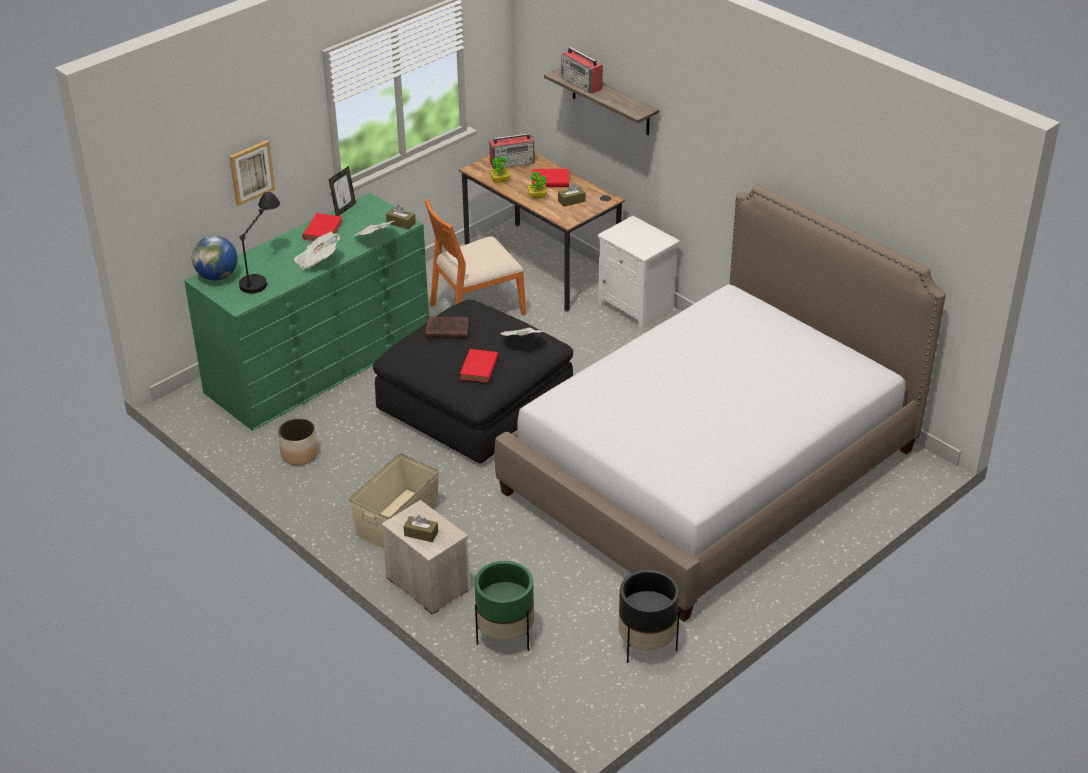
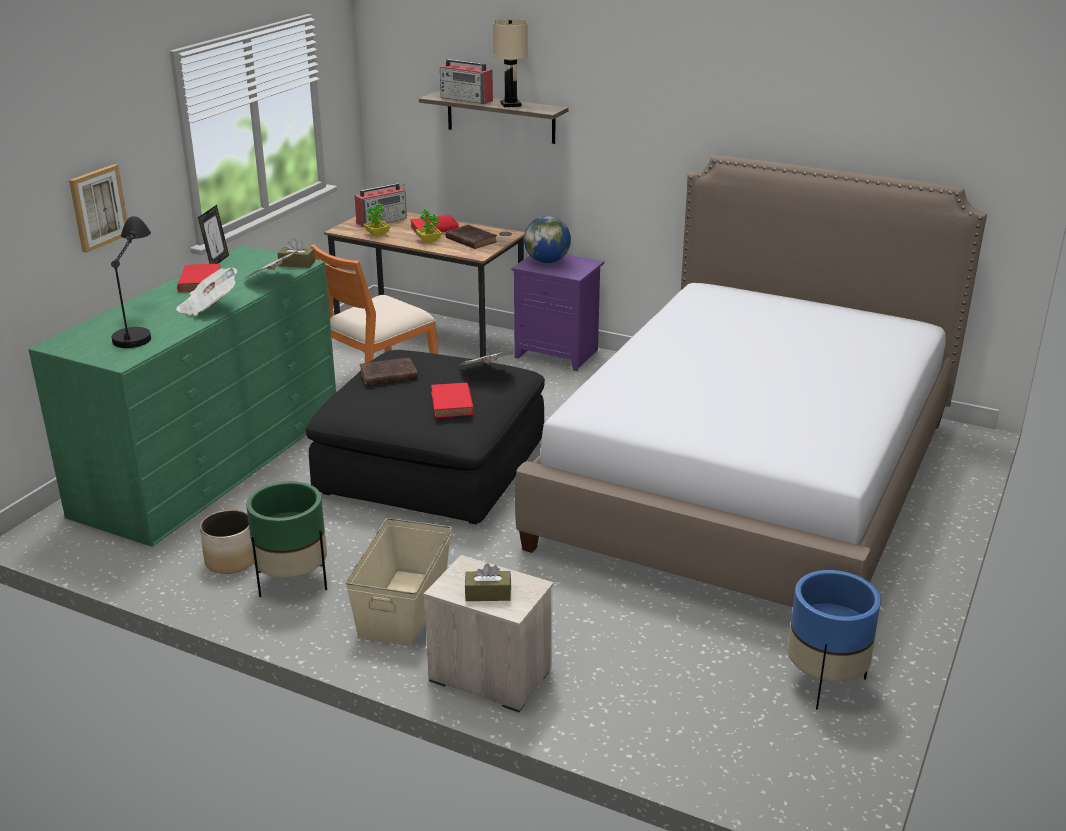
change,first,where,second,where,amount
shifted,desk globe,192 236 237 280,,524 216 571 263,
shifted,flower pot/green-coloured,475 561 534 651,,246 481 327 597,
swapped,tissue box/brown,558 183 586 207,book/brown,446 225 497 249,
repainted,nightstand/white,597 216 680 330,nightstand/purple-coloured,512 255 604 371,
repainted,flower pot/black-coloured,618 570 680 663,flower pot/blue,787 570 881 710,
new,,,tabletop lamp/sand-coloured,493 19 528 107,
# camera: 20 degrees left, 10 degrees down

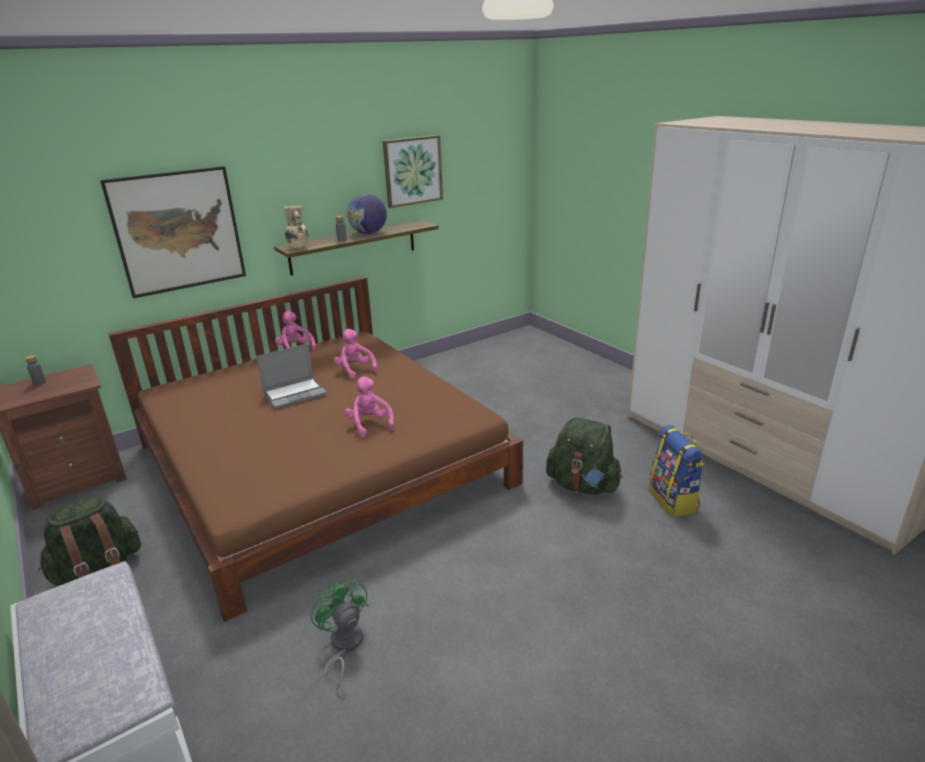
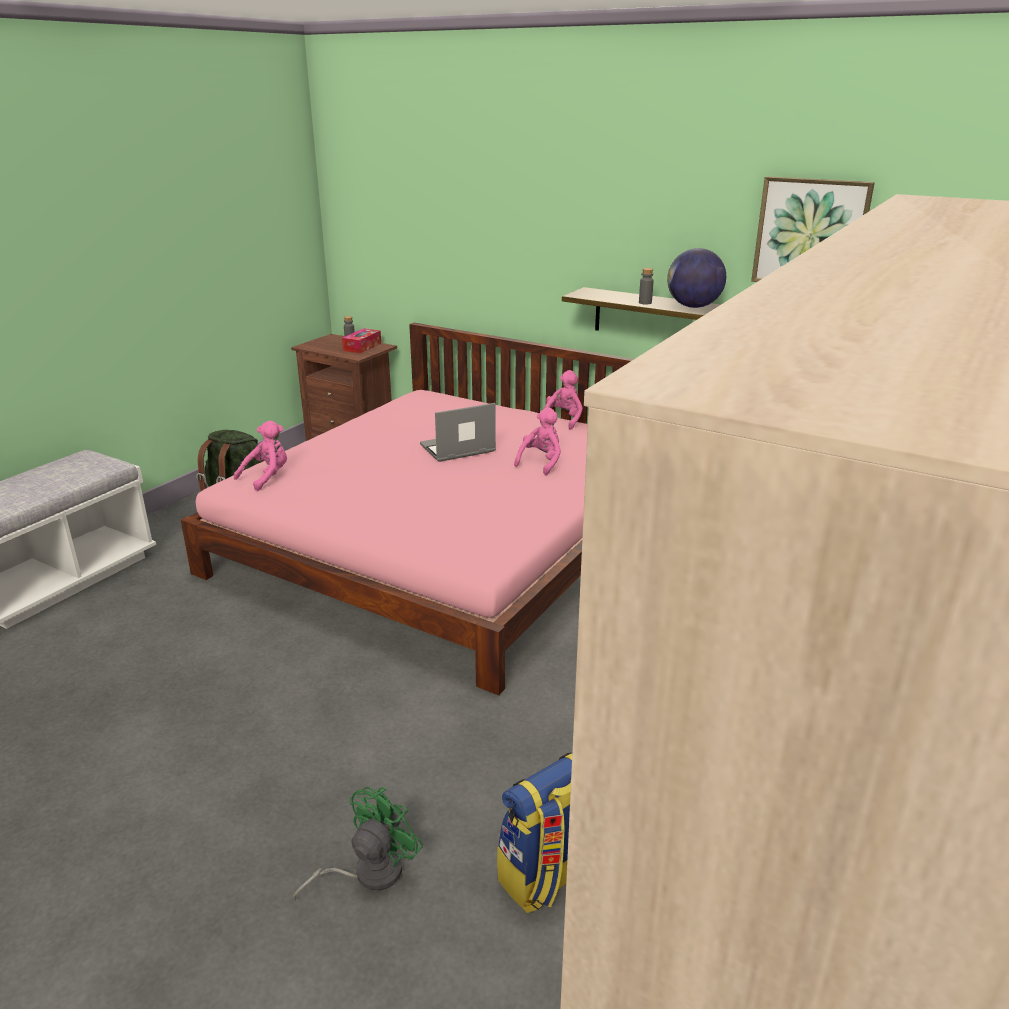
change,first,where,second,where,amount
gone,wall art,100 166 246 298,,,
repainted,sleeping bed/brown,108 277 523 622,sleeping bed/pink-coloured,181 323 634 695,
rotated,notebook computer,256 344 327 409,,420 403 496 462,120 degrees clockwise
gone,flower vase/sand-coloured,284 205 308 249,,,
shifted,electric fan/green-coloured,311 578 369 690,,293 787 423 901,
shifted,plush toy/pink-coloured,345 377 394 437,,234 421 287 491,
gone,backpack/green-coloured,546 418 623 494,,,
new,,,tissue box,342 328 381 353,
# camera: 65 degrees right, 0 degrees up

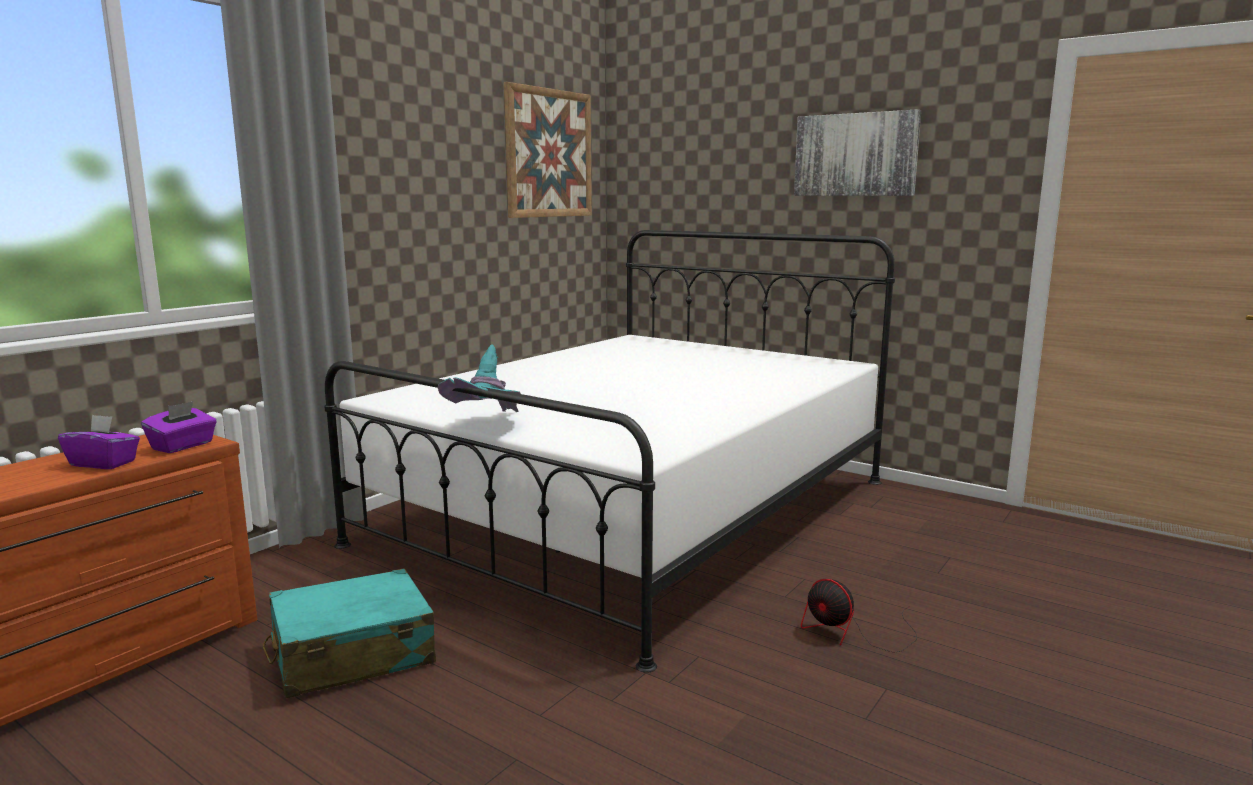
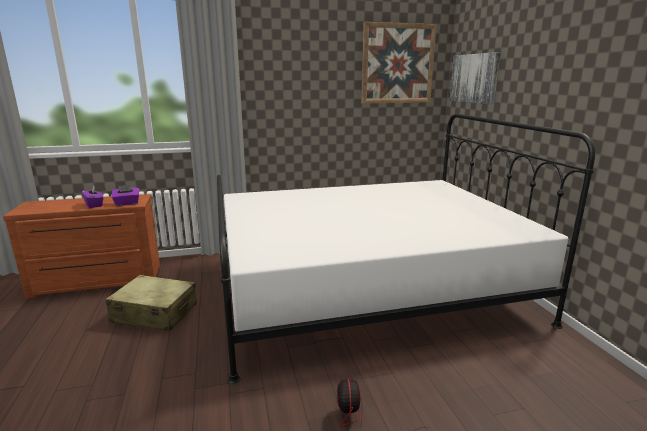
change,first,where,second,where,amount
repainted,travel case/blue-green,263 568 436 698,travel case/sand-coloured,105 275 197 332,
gone,hat/blue-green,438 344 521 412,,,
shifted,wall art,794 109 921 196,,450 52 501 105,
# camera: 40 degrees right, 5 degrees up

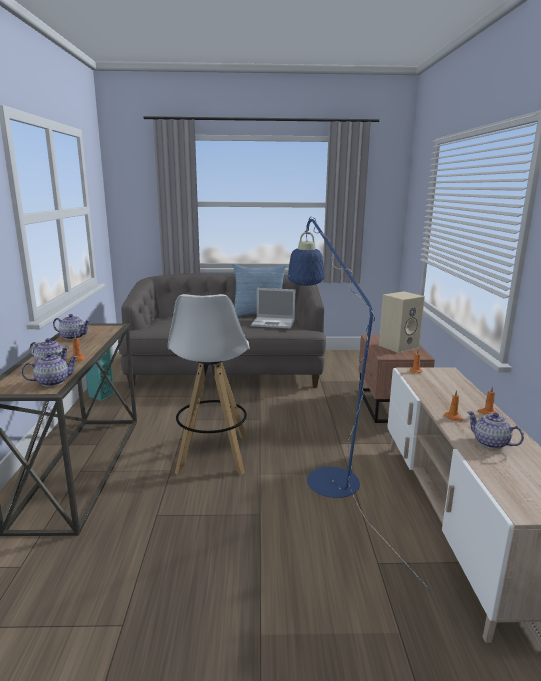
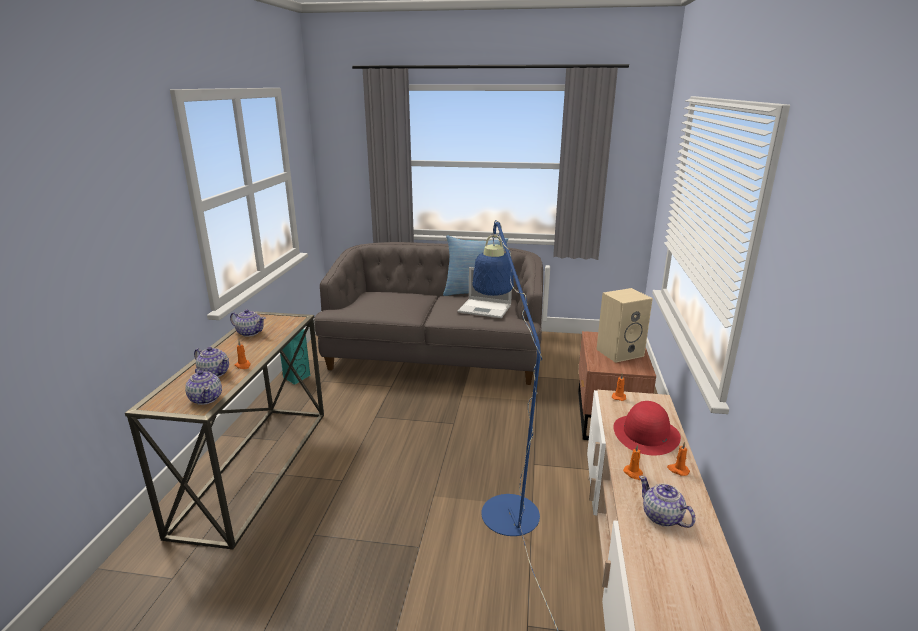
change,first,where,second,where,amount
rotated,pot for tea,21 353 78 387,,185 368 222 405,75 degrees clockwise
gone,sitting stool/white,168 294 250 475,,,
new,,,hat/red,613 401 681 455,
# camera: 10 degrees right, 5 degrees up

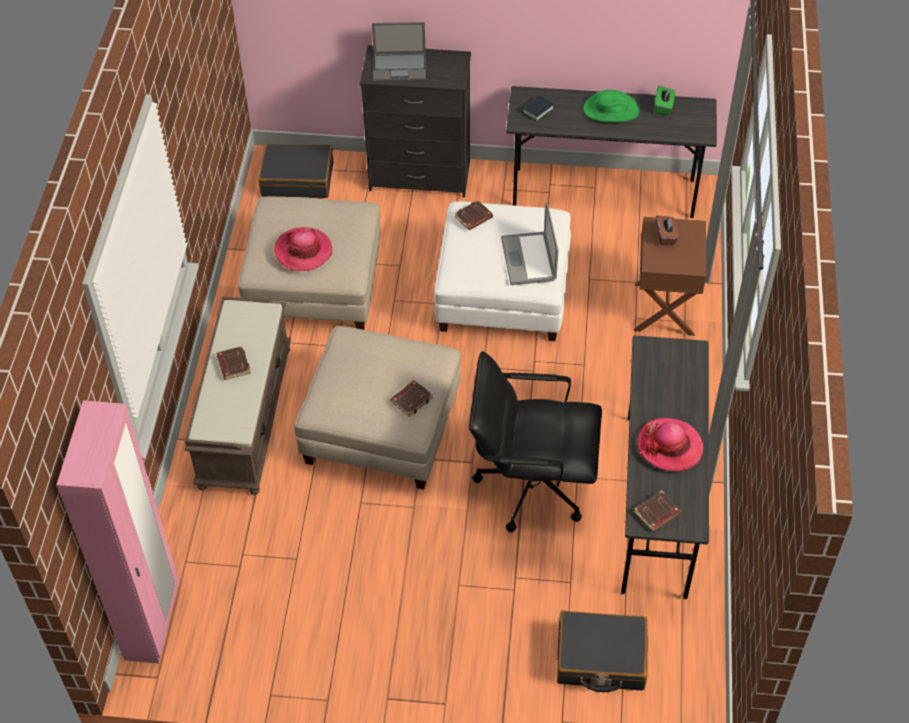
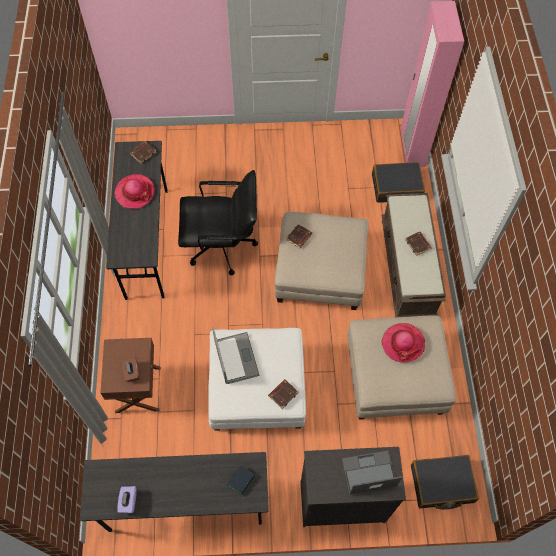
change,first,where,second,where,amount
shifted,travel case/black-coloured,557 610 648 692,,372 162 425 203,
gone,hat/green-coloured,583 90 640 122,,,
repainted,tissue box/green-coloured,655 86 675 115,tissue box/purple-coloured,117 486 137 513,
# camera: 170 degrees right, 10 degrees up

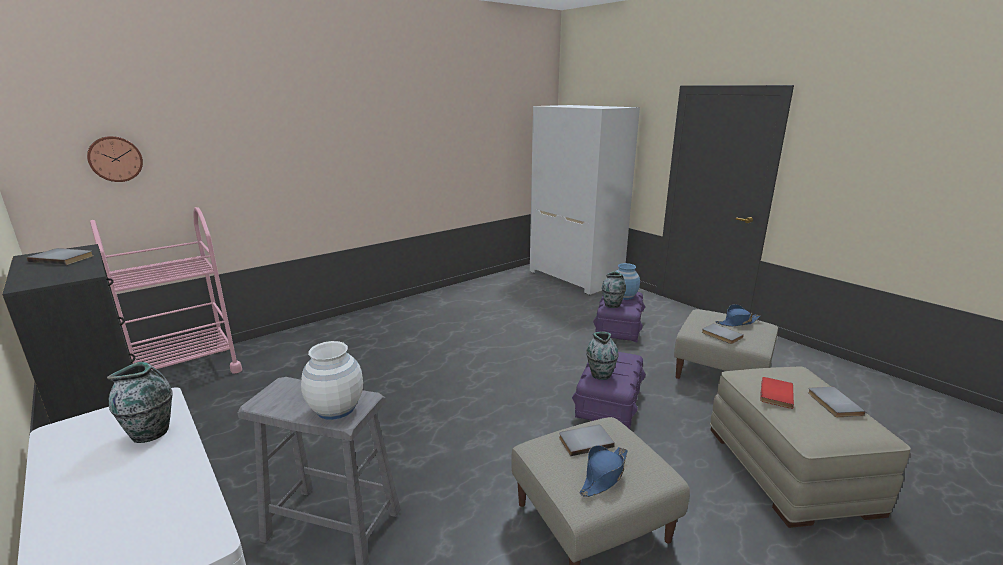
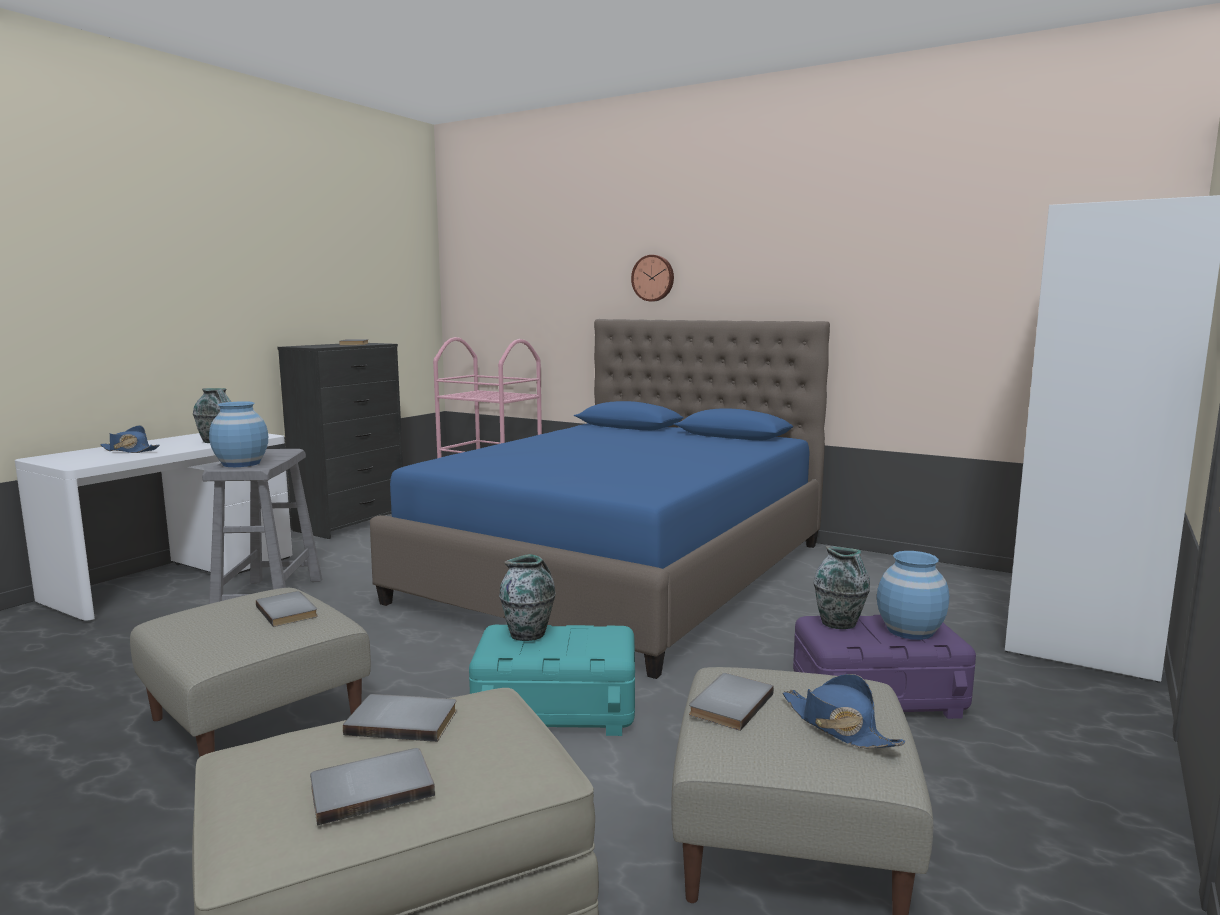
change,first,where,second,where,amount
shifted,wall clock,87 136 143 182,,631 255 674 301,
repainted,flower vase/white,301 341 363 420,flower vase/blue,209 401 268 467,
repainted,storage box/purple-coloured,572 352 646 429,storage box/blue-green,469 625 635 736,
shifted,hat/blue,579 445 628 497,,100 425 160 453,
repainted,book/red,760 377 794 409,book/greyish,343 694 457 742,
new,,,sleeping bed/blue,370 319 830 679,
# camera: 70 degrees right, 10 degrees down

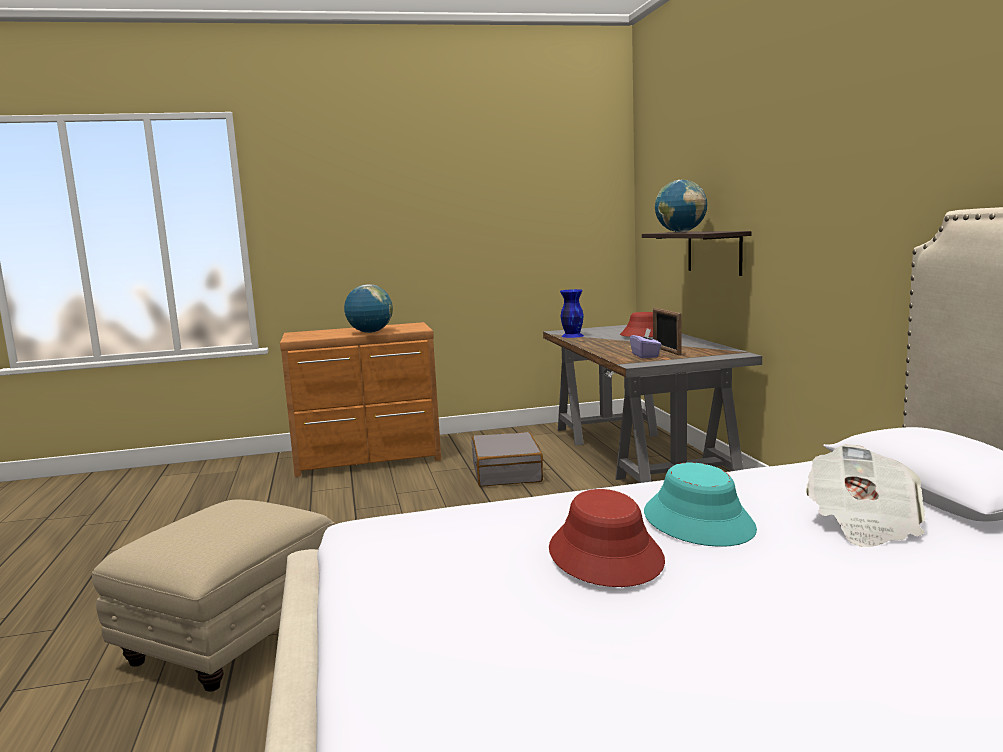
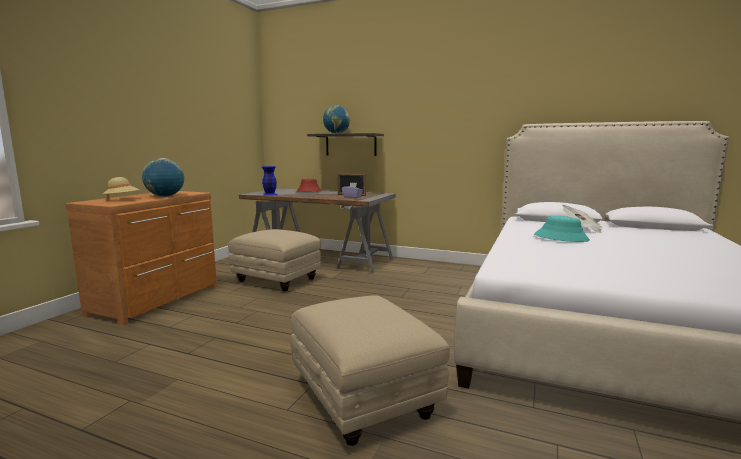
change,first,where,second,where,amount
swapped,travel case/greyish,471 432 543 487,pouffe/sand-coloured,228 229 321 292,
gone,hat/red,549 489 665 587,,,
new,,,hat/sand-coloured,102 177 140 199,
# camera: 55 degrees left, 0 degrees up

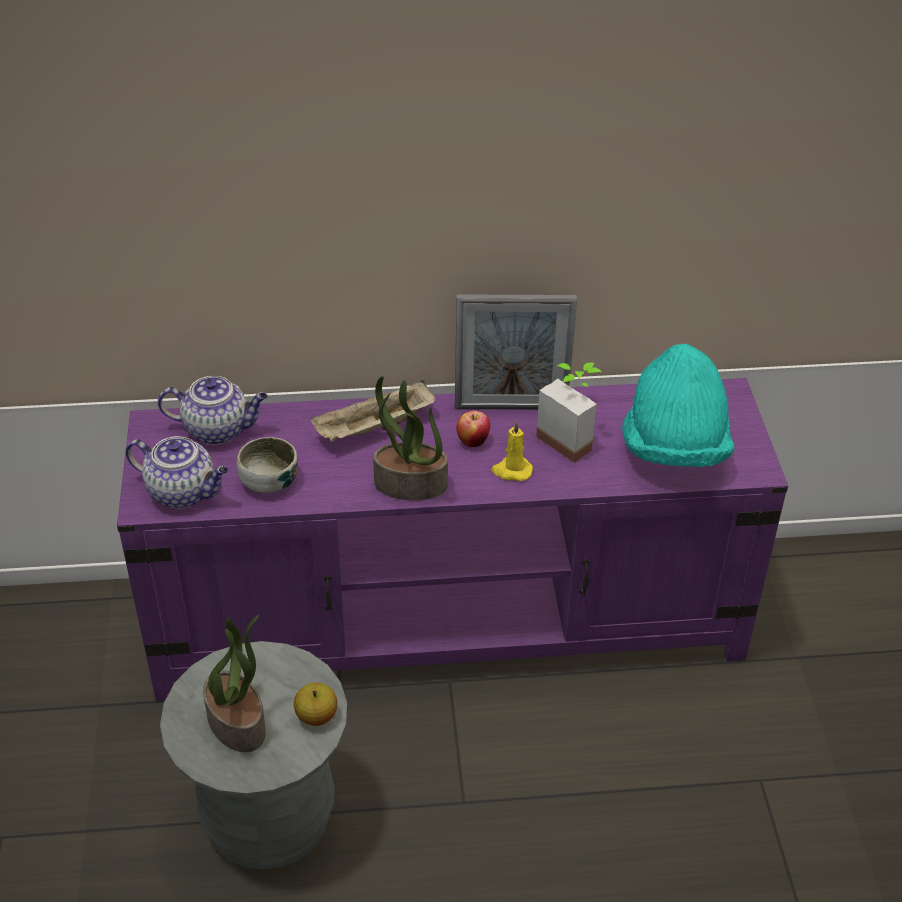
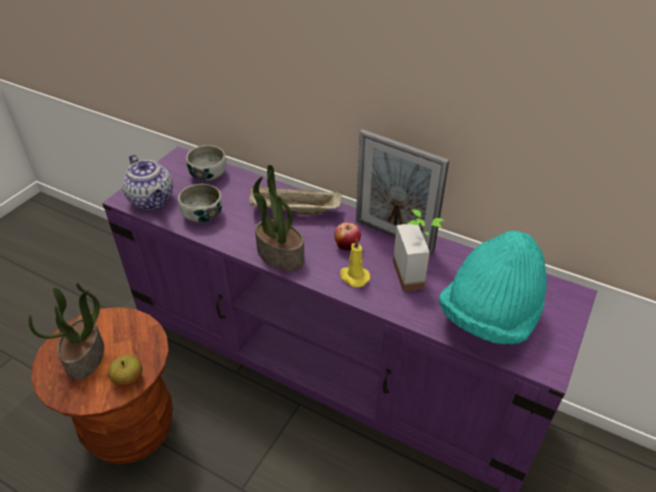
change,first,where,second,where,amount
swapped,pot for tea,158 376 268 445,bowl,186 145 226 181,
repainted,sitting stool/greyish,160 641 347 870,sitting stool/brown,31 307 173 464,
# camera: 35 degrees right, 0 degrees up

